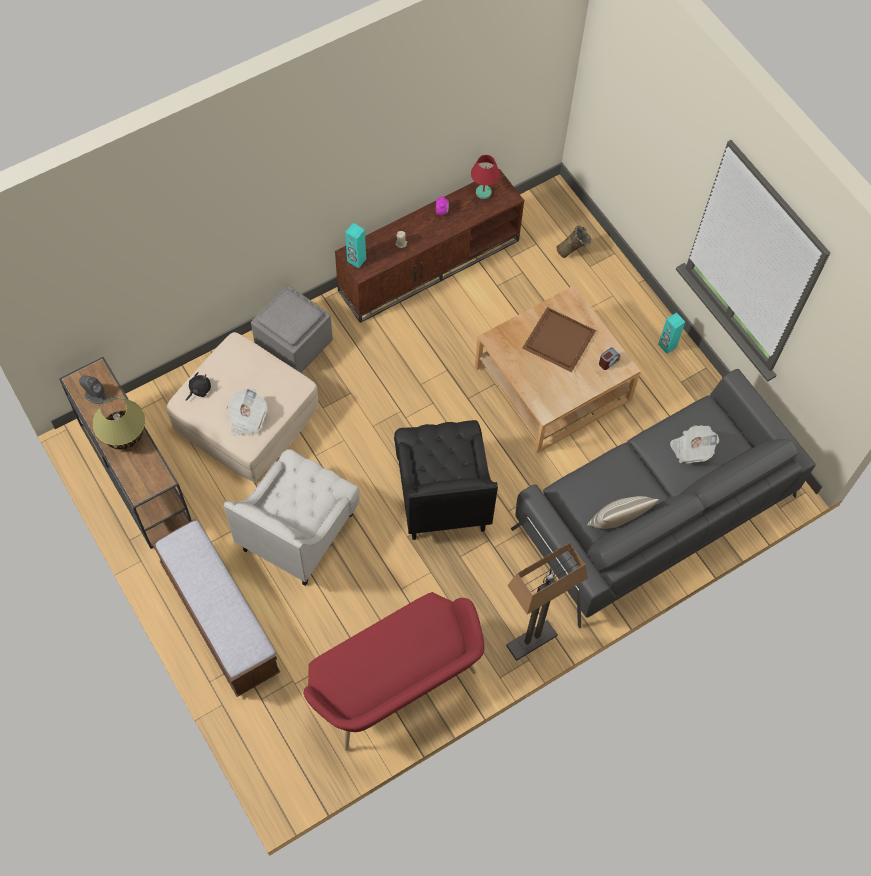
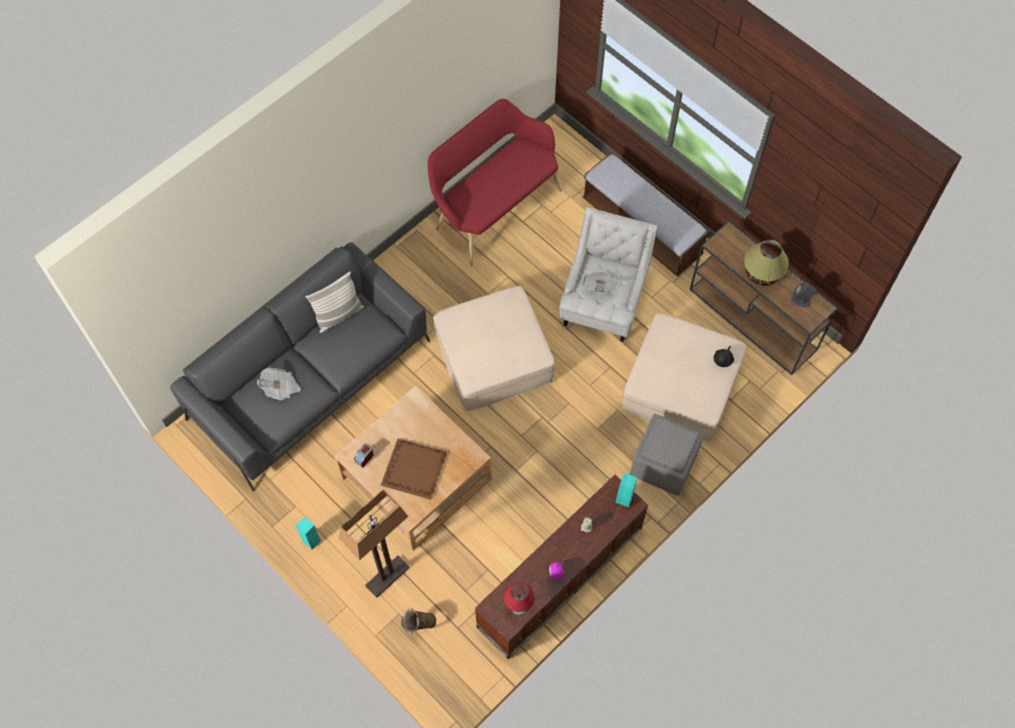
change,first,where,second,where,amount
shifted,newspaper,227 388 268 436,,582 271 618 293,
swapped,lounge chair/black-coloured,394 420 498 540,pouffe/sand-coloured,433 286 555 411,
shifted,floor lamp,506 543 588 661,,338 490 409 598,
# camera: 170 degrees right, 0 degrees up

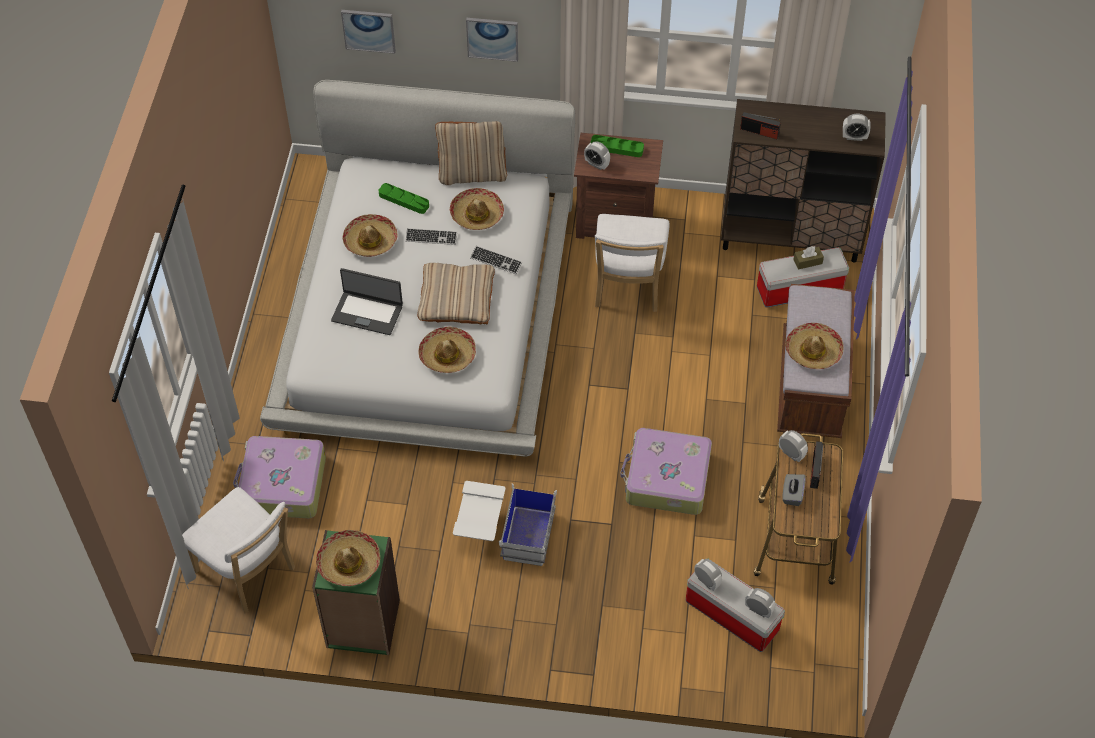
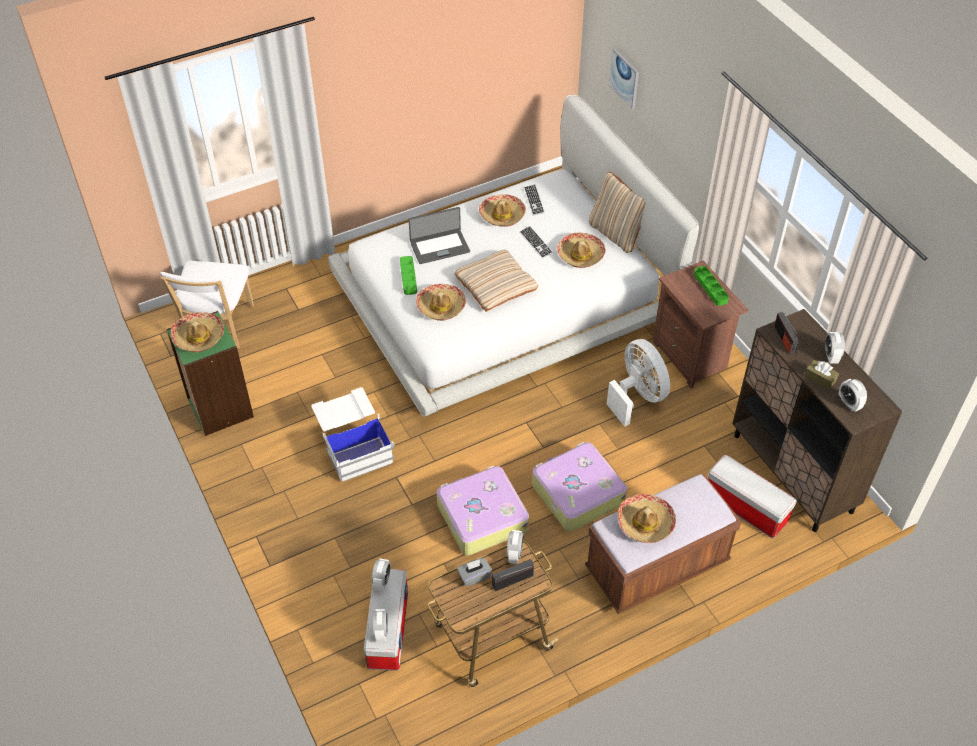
change,first,where,second,where,amount
shifted,travel case,233 436 326 518,,532 442 627 531,
rotated,notebook computer,331 268 403 335,,408 207 470 264,90 degrees counterclockwise
shifted,carrying tray/green-coloured,379 183 429 214,,400 256 417 295,
gone,wall art,466 18 518 62,,,
shifted,computer keyboard,470 246 523 274,,524 184 545 216,
shifted,alarm clock,584 141 610 170,,825 332 845 363,
swapped,chair/white,594 214 670 312,electric fan/white,607 339 670 427,
shifted,tissue box/brown,793 246 824 270,,804 360 839 390,
# camera: 55 degrees right, 5 degrees down

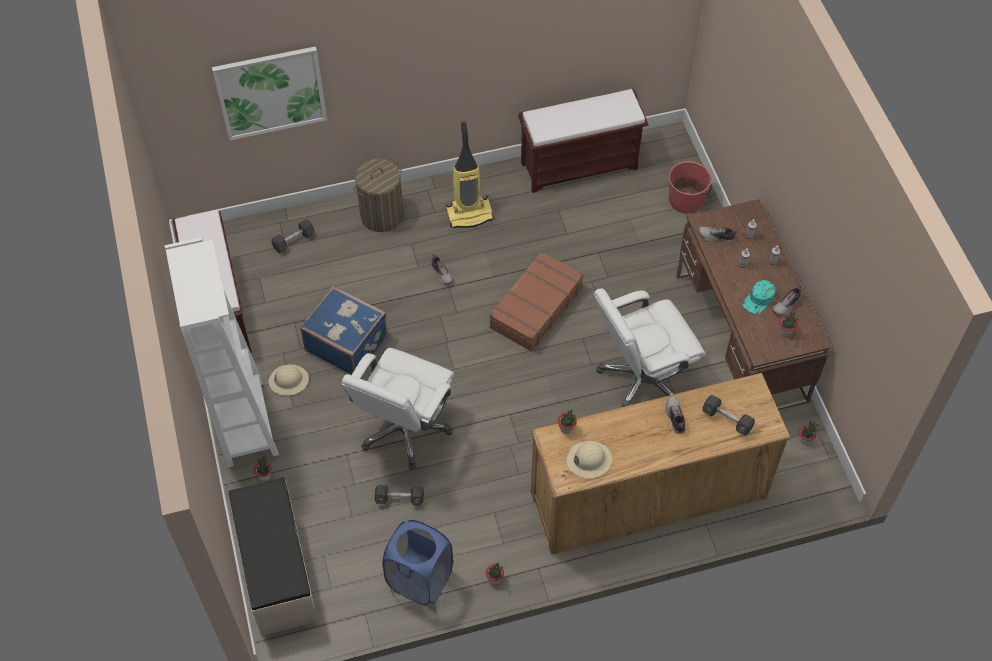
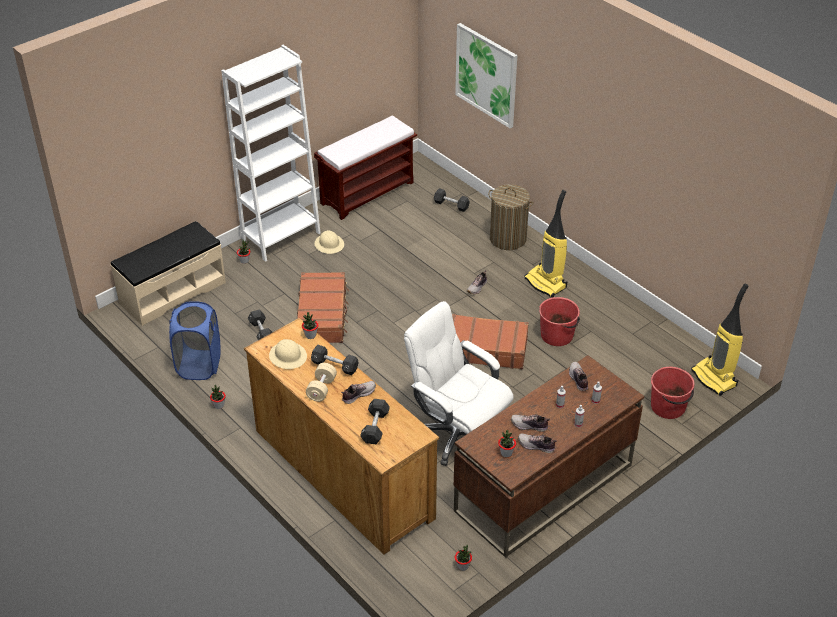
change,first,where,second,where,amount
gone,travel case/blue,300 286 387 375,,,
swapped,office chair/white,342 347 454 470,travel case/brown,297 272 349 343,
gone,bench/brown,518 89 649 193,,,
swapped,peaked cap/blue-green,743 280 775 314,shoe,511 414 550 432,
new,,,hand weight/sand-coloured,306 363 337 402,
new,,,hand weight/black-coloured,311 345 359 375,
new,,,water bucket/red,539 297 580 346,
new,,,vacuum cleaner,691 283 748 396,
# camera: 65 degrees right, 15 degrees down

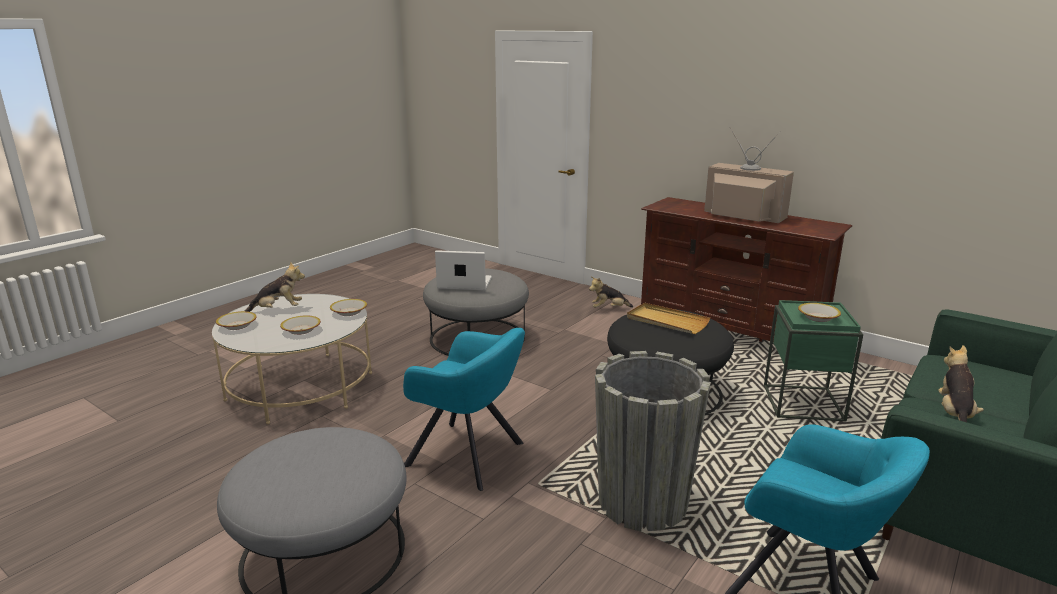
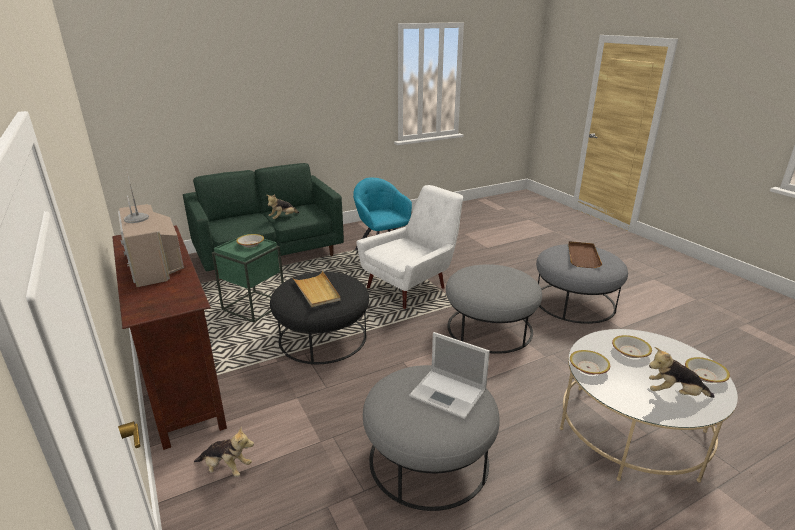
change,first,where,second,where,amount
swapped,lounge chair/blue-green,403 328 525 491,pouffe/greyish,446 264 542 354,
swapped,flower pot/greyish,595 351 711 532,lounge chair/white,356 185 463 309,
new,,,carrying tray/brown,568 241 602 268,
# camera: 155 degrees left, 5 degrees up

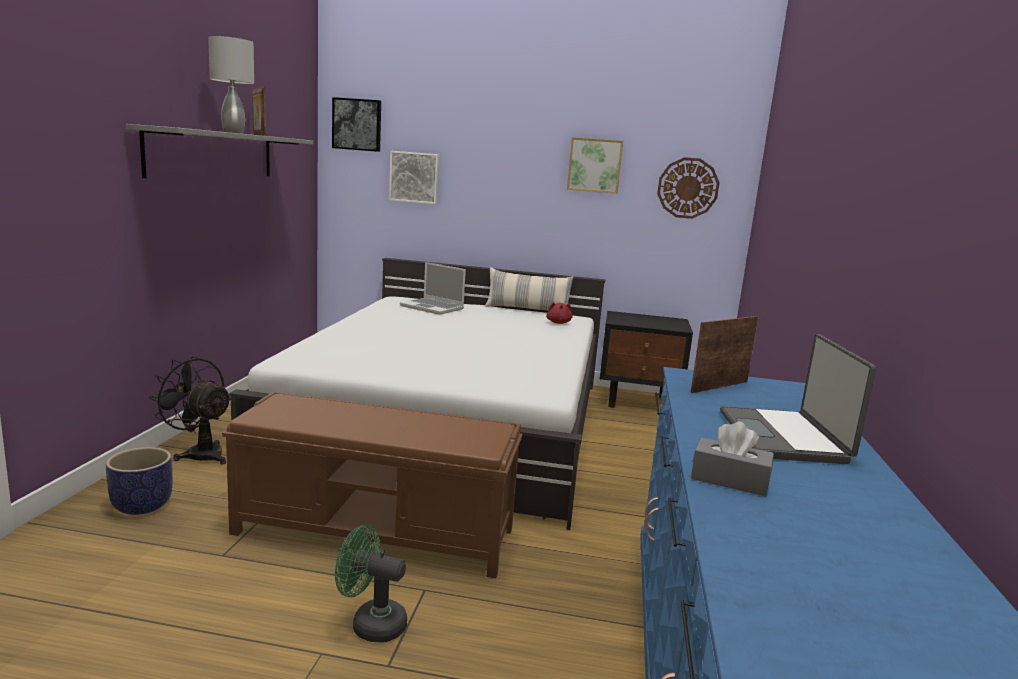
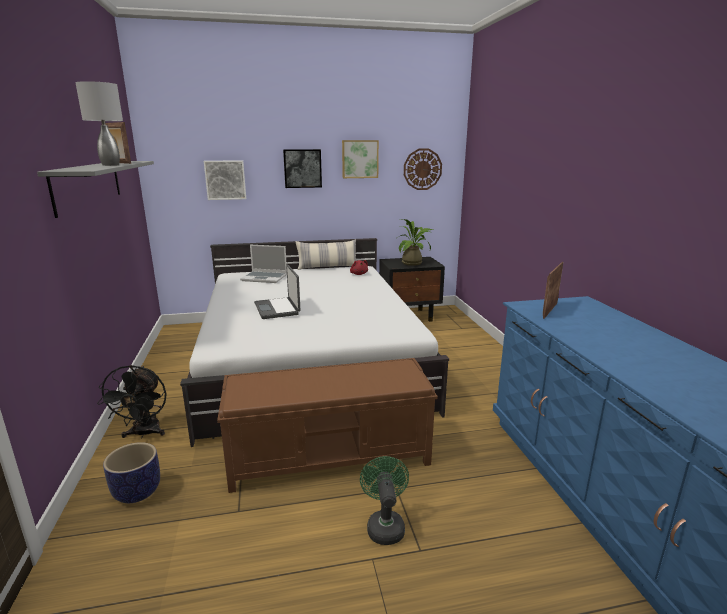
change,first,where,second,where,amount
rotated,electric fan/black-coloured,149 357 231 465,,97 365 167 438,105 degrees counterclockwise
shifted,wall art,332 97 381 152,,283 149 322 188,
rotated,electric fan/green-coloured,335 525 407 643,,360 456 409 545,90 degrees clockwise
gone,tissue box/greyish,691 422 774 497,,,
shifted,notebook computer,720 334 876 464,,254 265 300 319,
new,,,houseplant,397 219 433 266,
# camera: 20 degrees left, 5 degrees up

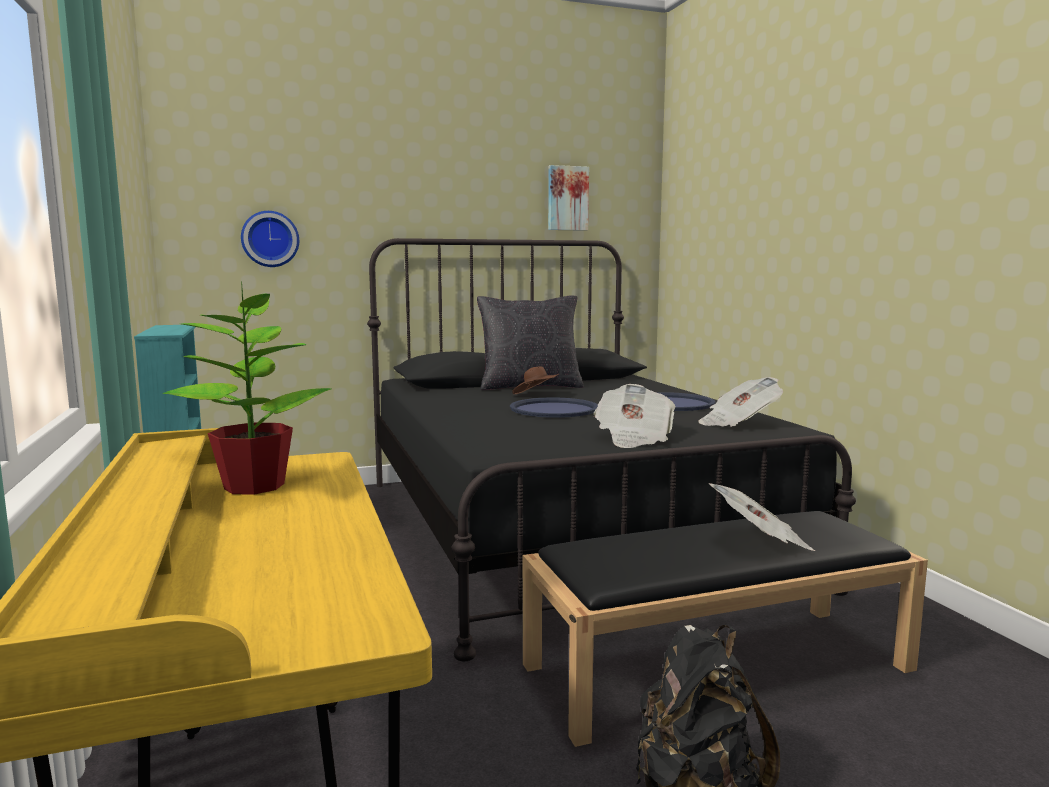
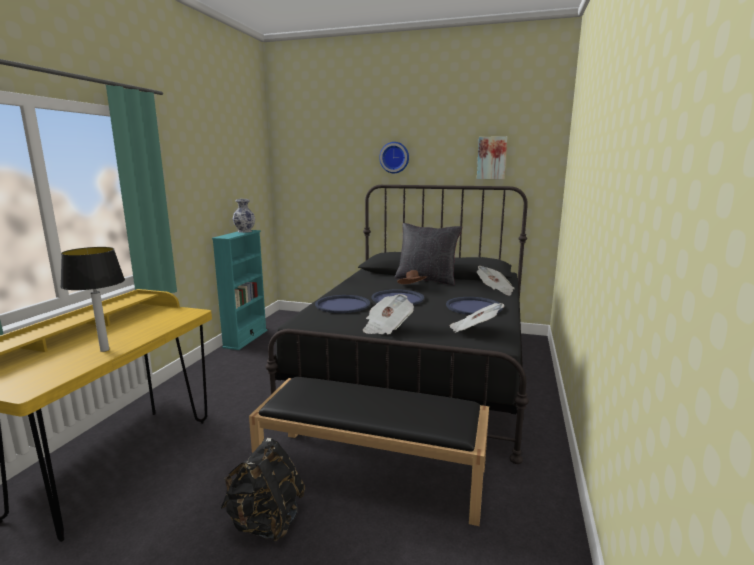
change,first,where,second,where,amount
gone,houseplant,163 281 331 495,,,
shifted,wall clock,241 211 299 267,,379 142 409 173,
shifted,newspaper,709 483 816 551,,477 266 515 296,
new,,,tabletop lamp,60 247 125 352,
new,,,flower vase,233 199 255 233,
new,,,carrying tray/blue,315 295 370 313,
# camera: 35 degrees right, 5 degrees up

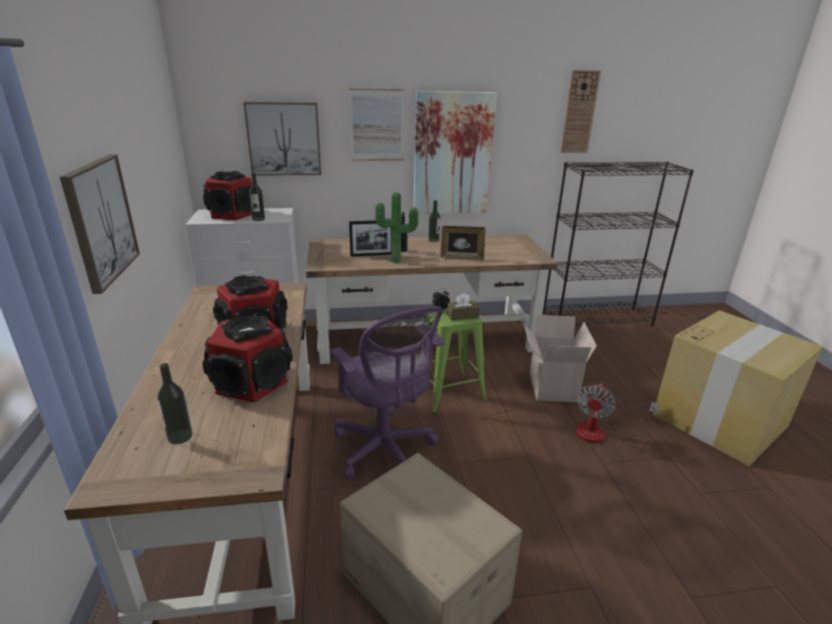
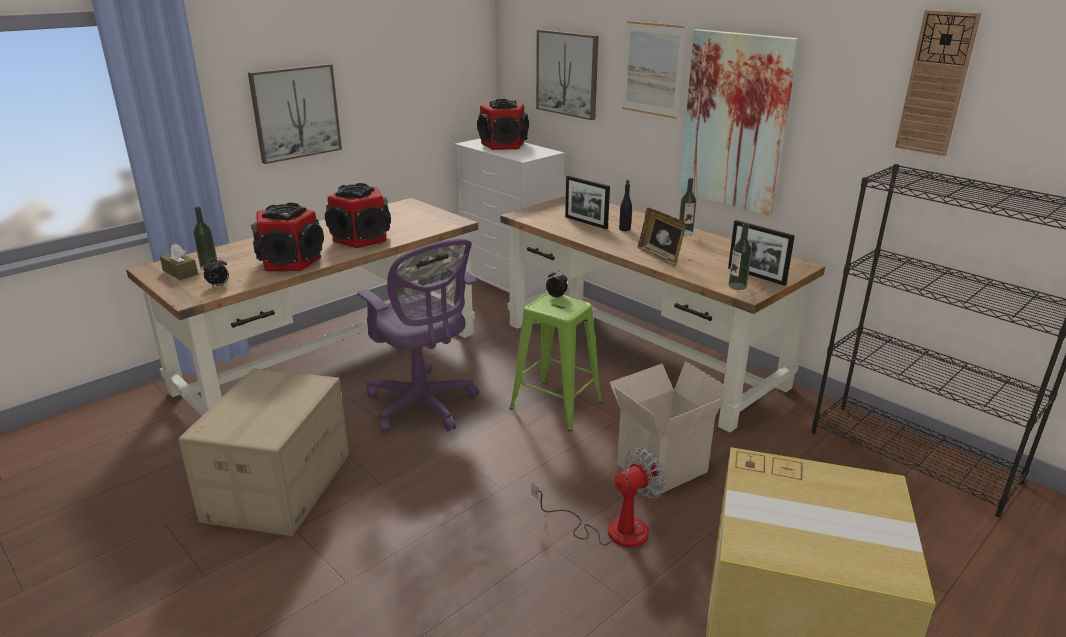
change,first,where,second,where,amount
shifted,beverage bottle,249 173 265 221,,728 223 752 290,
rotated,office chair/purple-coloured,330 306 445 479,,357 239 479 432,60 degrees counterclockwise
gone,houseplant,375 192 418 263,,,
shifted,tissue box/brown,447 293 479 321,,160 243 198 280,
rotated,electric fan,575 383 660 443,,532 448 666 548,150 degrees clockwise
new,,,alarm clock,203 257 229 287,
new,,,photo frame,728 220 795 286,
# camera: 55 degrees right, 0 degrees up

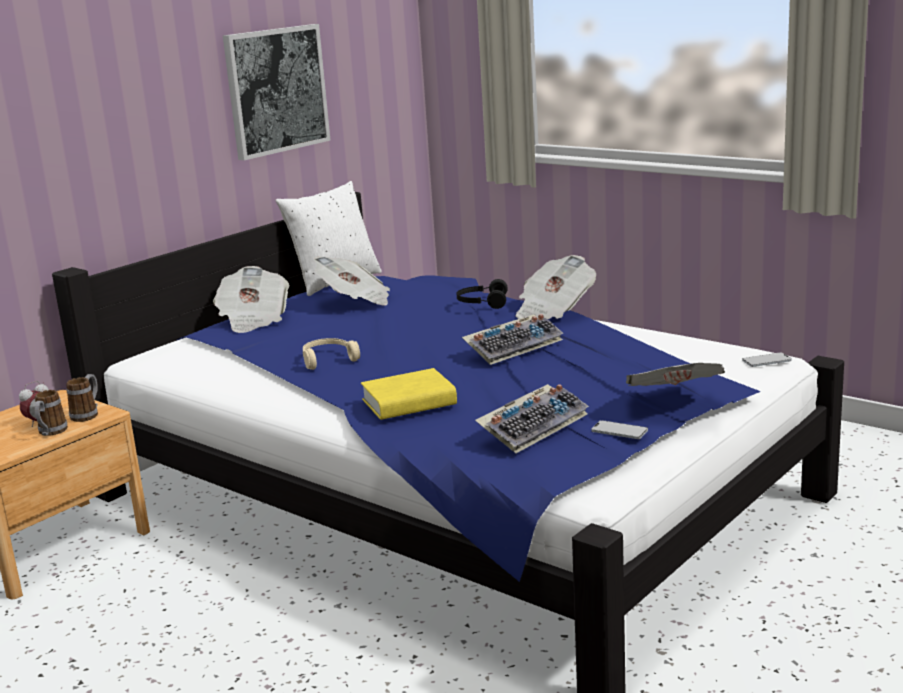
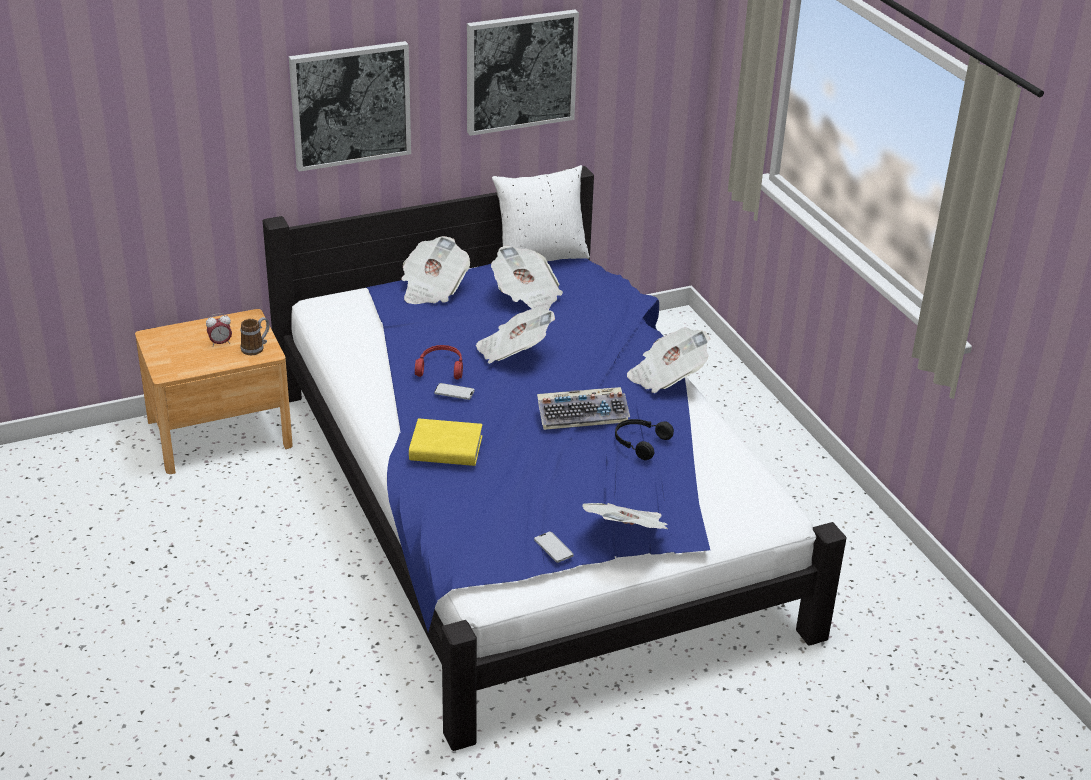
change,first,where,second,where,amount
gone,coffee mug,35 390 68 436,,,
repainted,headphones/sand-coloured,303 338 360 370,headphones/red,415 345 463 379,
shifted,headphones/black-coloured,457 279 508 309,,615 419 674 460,
gone,computer keyboard,475 384 589 453,,,
shifted,phone,742 352 792 367,,434 383 475 400,
new,,,wall art,289 41 411 172,
new,,,newspaper,476 306 555 364,
# camera: 25 degrees right, 15 degrees up

